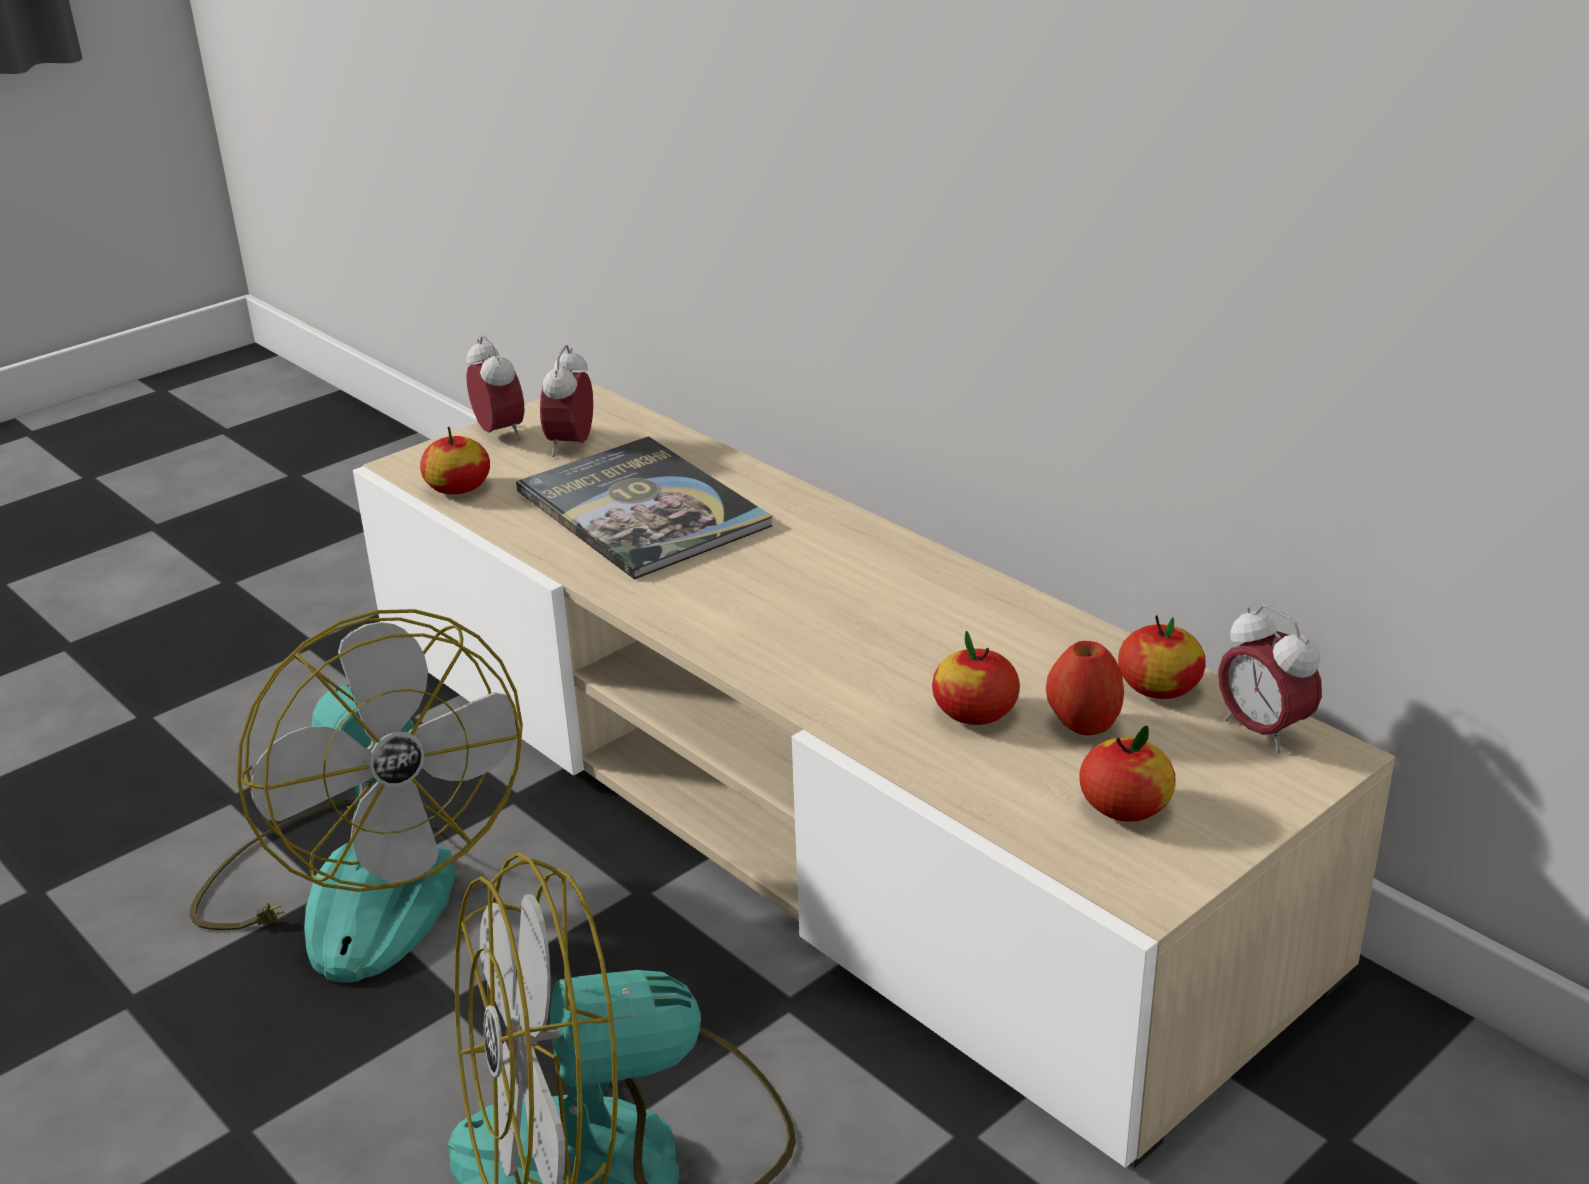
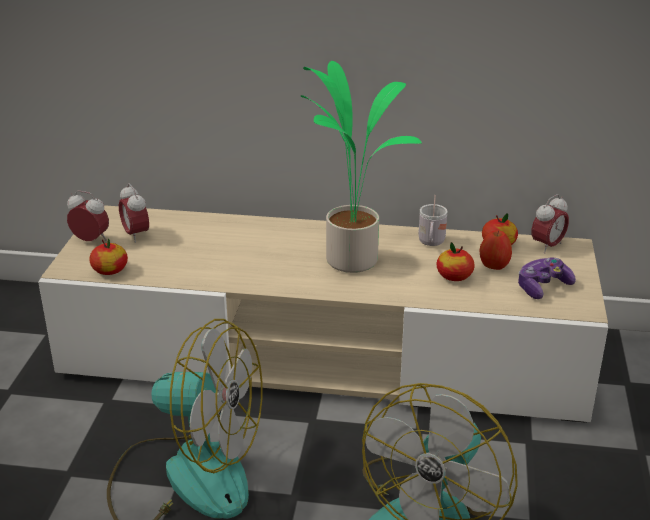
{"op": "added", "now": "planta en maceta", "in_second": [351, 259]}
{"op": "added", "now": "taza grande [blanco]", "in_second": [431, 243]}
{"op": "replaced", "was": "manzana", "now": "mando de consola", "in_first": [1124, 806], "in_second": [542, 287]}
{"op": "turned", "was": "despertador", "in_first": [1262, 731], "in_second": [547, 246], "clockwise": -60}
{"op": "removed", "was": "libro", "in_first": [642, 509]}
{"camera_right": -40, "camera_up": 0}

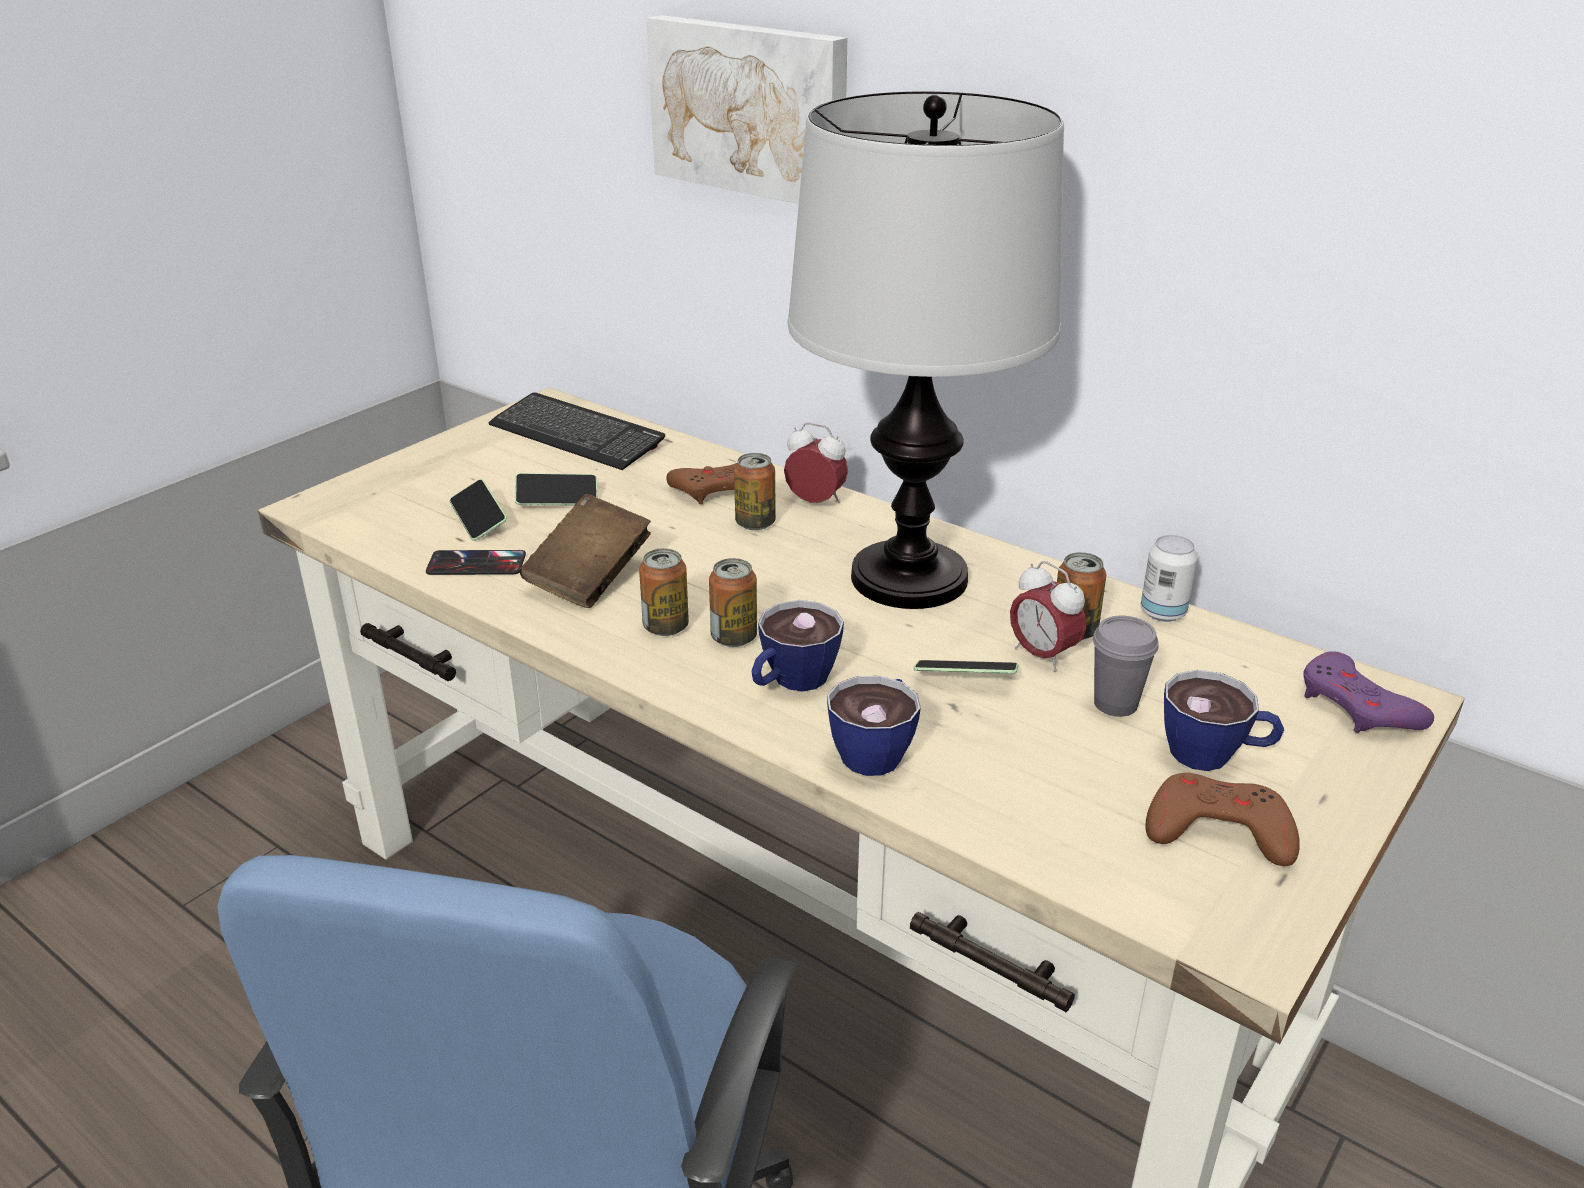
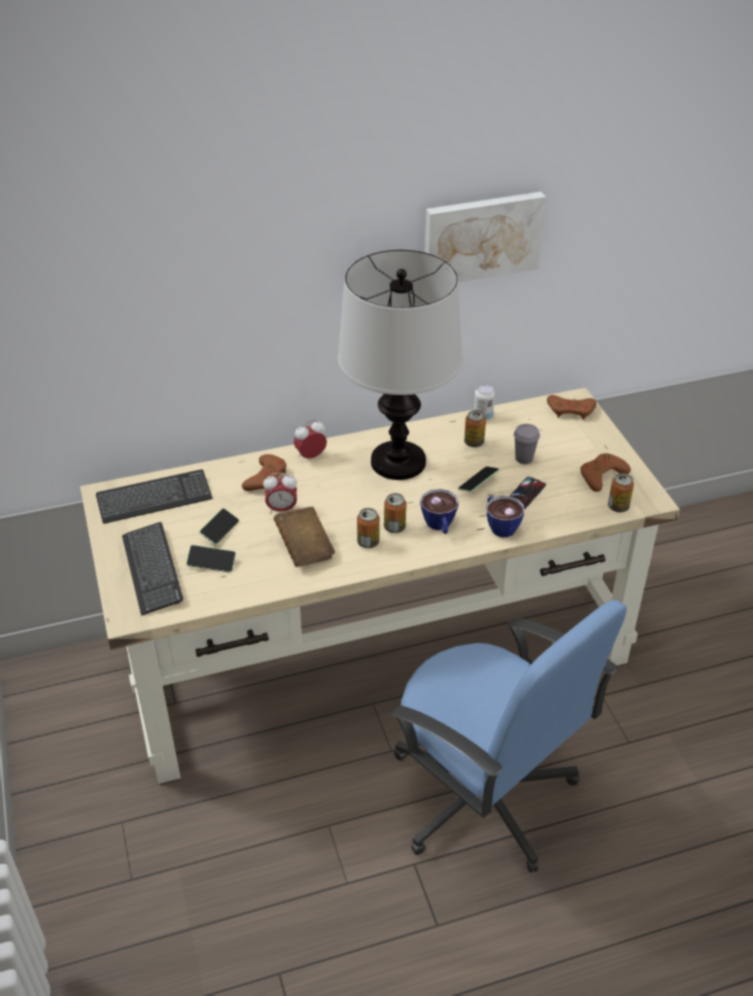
{"op": "added", "now": "teclado", "in_second": [152, 569]}
{"op": "moved", "was": "despertador", "in_first": [1042, 656], "in_second": [282, 509]}
{"op": "moved", "was": "cuadro", "in_first": [751, 108], "in_second": [481, 237]}
{"op": "moved", "was": "móvil", "in_first": [476, 564], "in_second": [526, 493]}
{"op": "recoloured", "was": "mando de consola [morado]", "now": "mando de consola [marrón]", "in_first": [1357, 705], "in_second": [571, 410]}
{"op": "moved", "was": "lata", "in_first": [755, 523], "in_second": [618, 507]}
{"op": "removed", "was": "taza", "in_first": [1214, 755]}
{"camera_right": -55, "camera_up": 10}

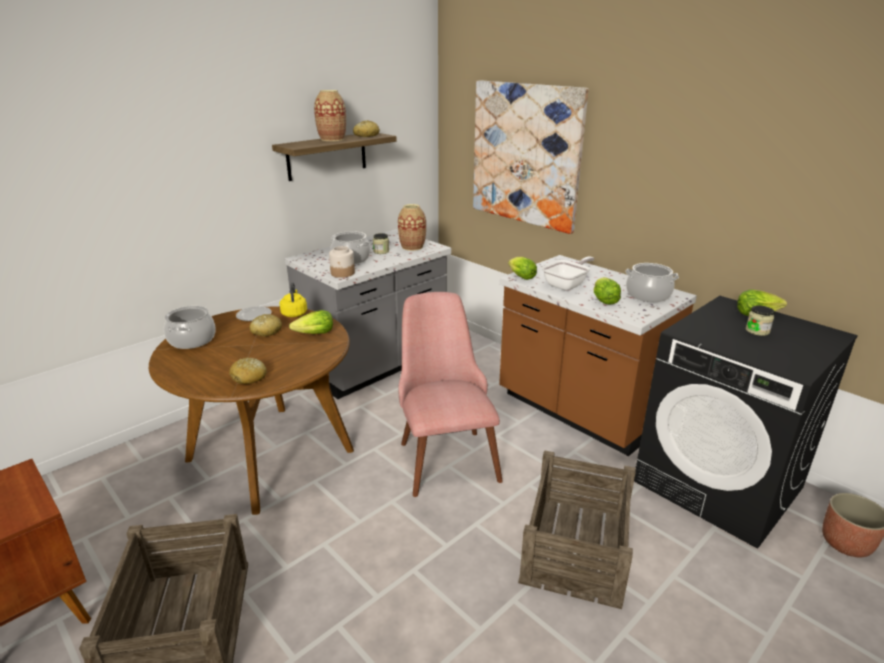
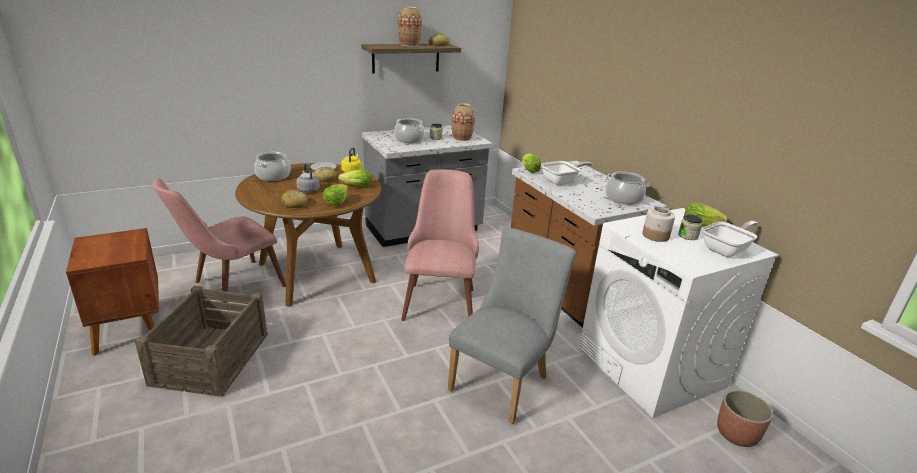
{"op": "added", "now": "silla [rosa]", "in_second": [229, 287]}
{"op": "added", "now": "hervidor [gris]", "in_second": [308, 189]}
{"op": "moved", "was": "lechuga", "in_first": [604, 300], "in_second": [336, 202]}
{"op": "replaced", "was": "caja de embalaje", "now": "silla [gris]", "in_first": [577, 547], "in_second": [503, 380]}
{"op": "recoloured", "was": "lavadora [negro]", "now": "lavadora [blanco]", "in_first": [718, 484], "in_second": [651, 368]}
{"op": "moved", "was": "tarro", "in_first": [343, 273], "in_second": [656, 236]}
{"op": "added", "now": "sartén", "in_second": [727, 250]}
{"op": "removed", "was": "cuadro", "in_first": [525, 155]}
{"camera_right": 15, "camera_up": 0}

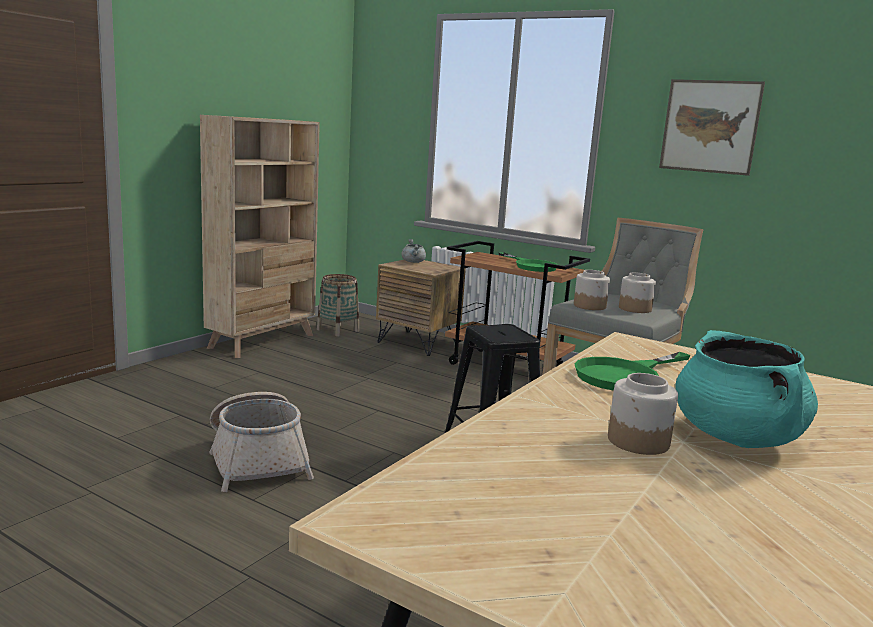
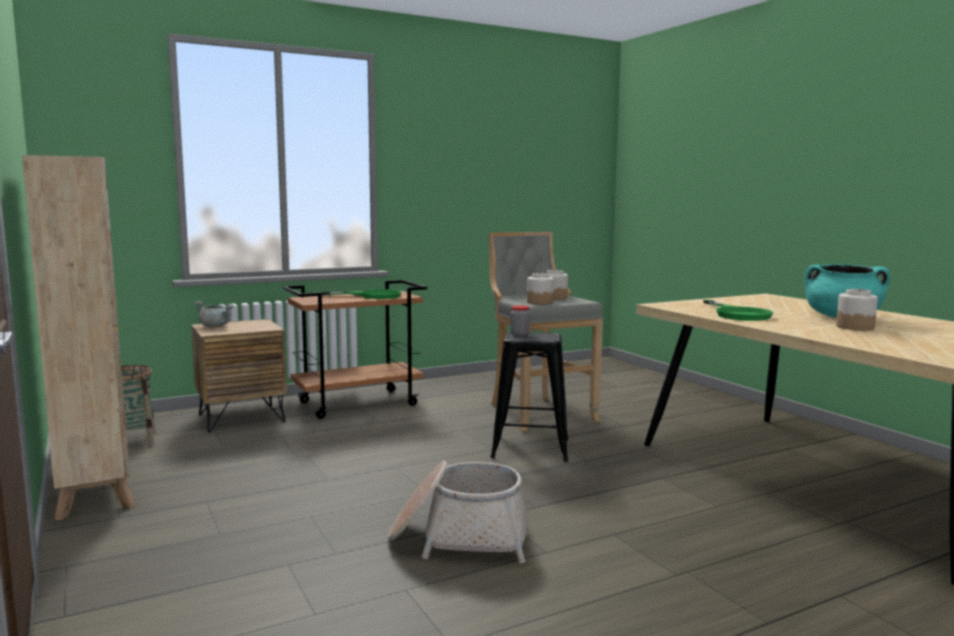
{"op": "added", "now": "tarro", "in_second": [520, 334]}
{"op": "removed", "was": "cuadro", "in_first": [710, 126]}
{"camera_right": -60, "camera_up": -5}

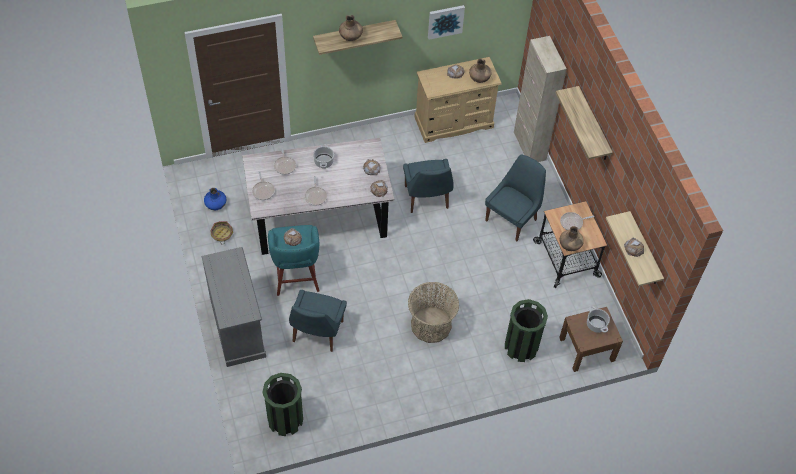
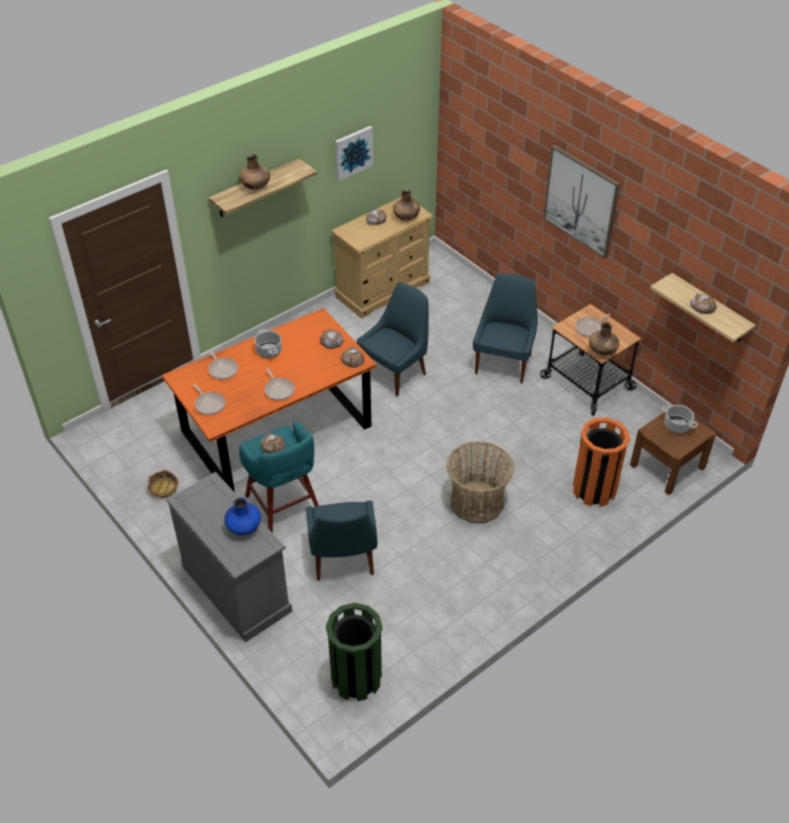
{"op": "recoloured", "was": "mesa de comedor [gris]", "now": "mesa de comedor [naranja]", "in_first": [319, 214], "in_second": [276, 428]}
{"op": "moved", "was": "florero [azul]", "in_first": [216, 205], "in_second": [244, 527]}
{"op": "turned", "was": "silla [azul]", "in_first": [426, 199], "in_second": [395, 372], "clockwise": -105}
{"op": "replaced", "was": "estante", "now": "cuadro", "in_first": [593, 125], "in_second": [581, 201]}
{"op": "recoloured", "was": "papelera [verde]", "now": "papelera [naranja]", "in_first": [521, 347], "in_second": [594, 490]}
{"op": "removed", "was": "armario [beis]", "in_first": [529, 146]}
{"camera_right": -20, "camera_up": -10}

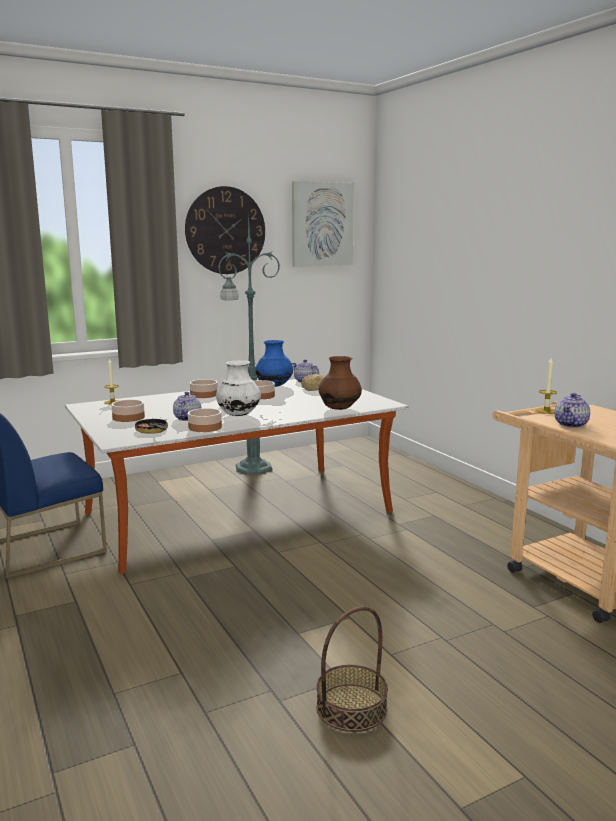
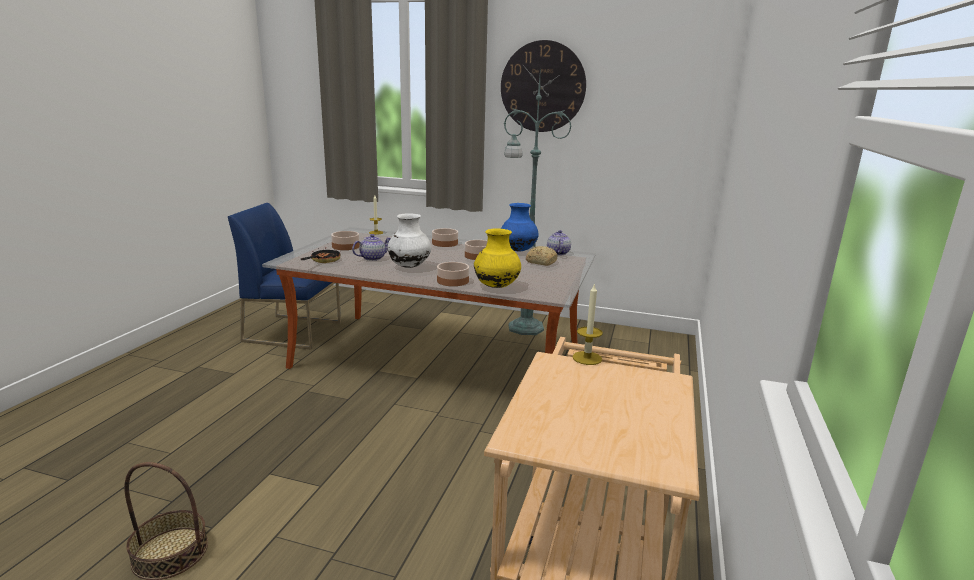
{"op": "moved", "was": "cuenco", "in_first": [205, 427], "in_second": [452, 281]}
{"op": "recoloured", "was": "florero [marrón]", "now": "florero [amarillo]", "in_first": [339, 409], "in_second": [496, 286]}
{"op": "removed", "was": "cuadro", "in_first": [322, 224]}
{"op": "removed", "was": "tetera", "in_first": [571, 425]}
{"camera_right": 45, "camera_up": 5}

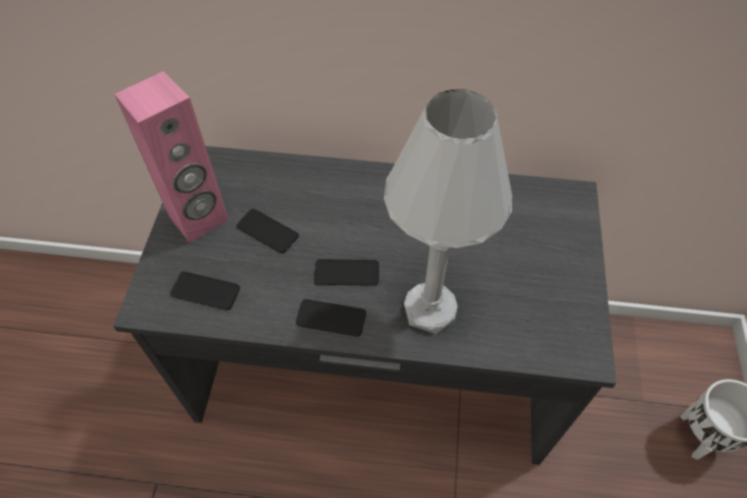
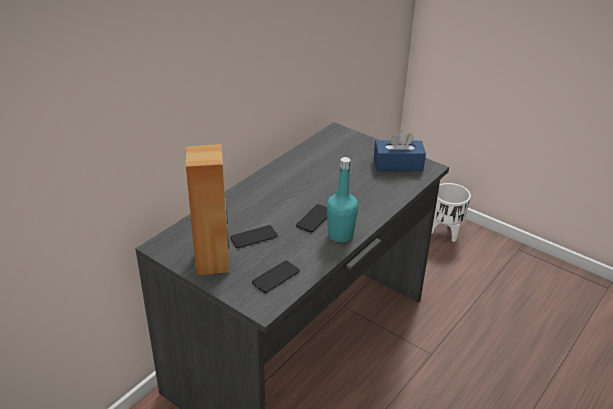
{"op": "recoloured", "was": "altavoz [rosa]", "now": "altavoz [marrón]", "in_first": [199, 219], "in_second": [213, 262]}
{"op": "replaced", "was": "móvil", "now": "botella [turquesa]", "in_first": [331, 318], "in_second": [340, 235]}
{"op": "added", "now": "caja de pañuelos [azul]", "in_second": [398, 164]}
{"op": "removed", "was": "lámpara de mesa [blanco]", "in_first": [429, 310]}
{"camera_right": -60, "camera_up": -20}

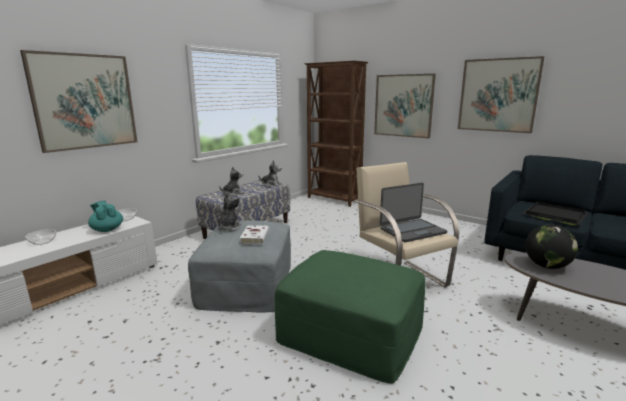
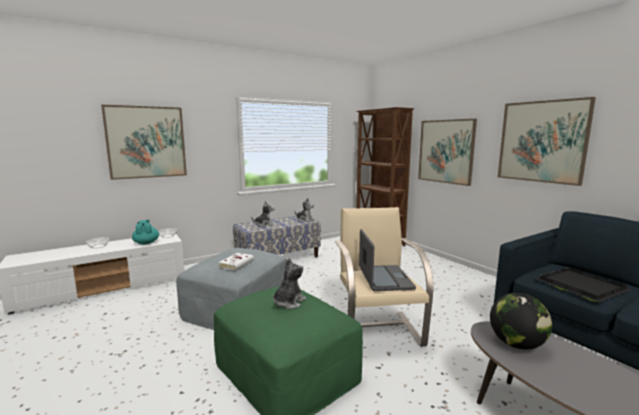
{"op": "moved", "was": "peluche", "in_first": [229, 228], "in_second": [288, 302]}
{"op": "turned", "was": "portátil", "in_first": [412, 231], "in_second": [384, 279], "clockwise": -90}
{"camera_right": 20, "camera_up": -5}

